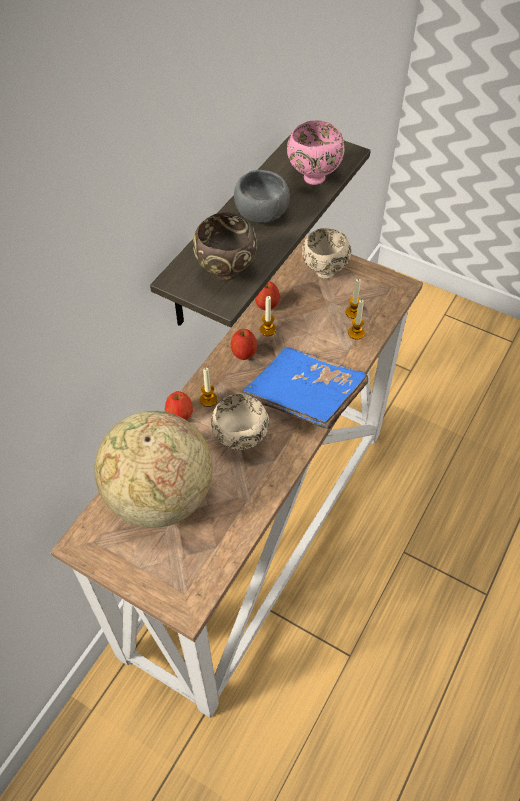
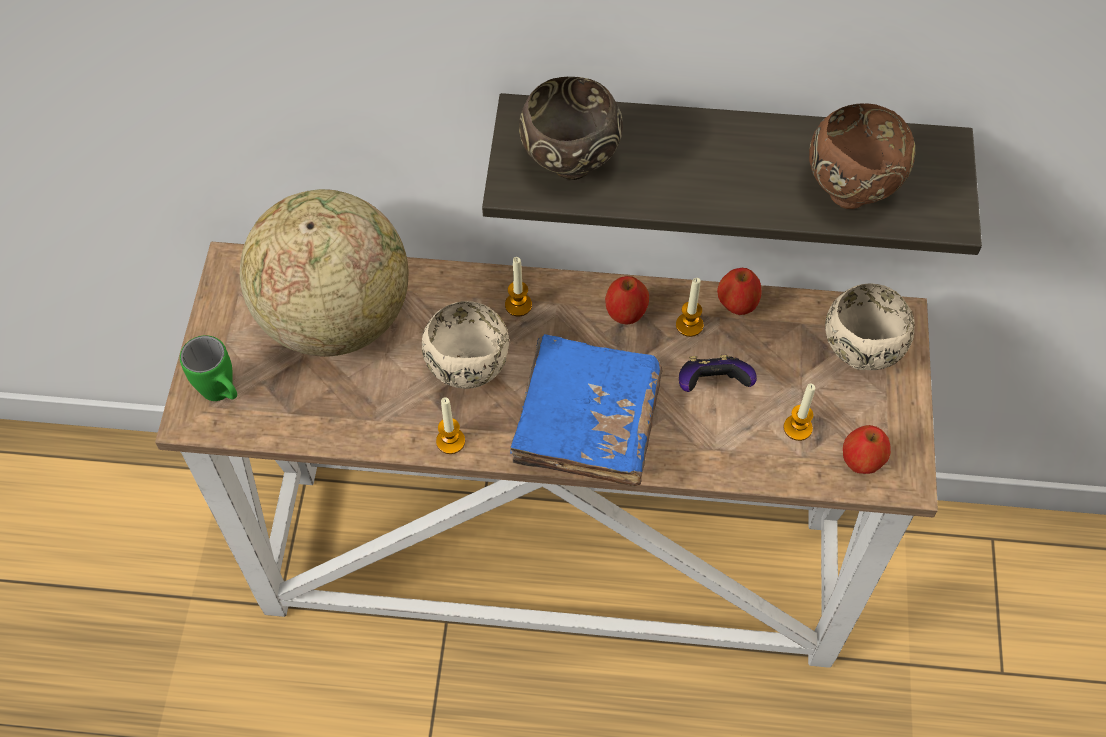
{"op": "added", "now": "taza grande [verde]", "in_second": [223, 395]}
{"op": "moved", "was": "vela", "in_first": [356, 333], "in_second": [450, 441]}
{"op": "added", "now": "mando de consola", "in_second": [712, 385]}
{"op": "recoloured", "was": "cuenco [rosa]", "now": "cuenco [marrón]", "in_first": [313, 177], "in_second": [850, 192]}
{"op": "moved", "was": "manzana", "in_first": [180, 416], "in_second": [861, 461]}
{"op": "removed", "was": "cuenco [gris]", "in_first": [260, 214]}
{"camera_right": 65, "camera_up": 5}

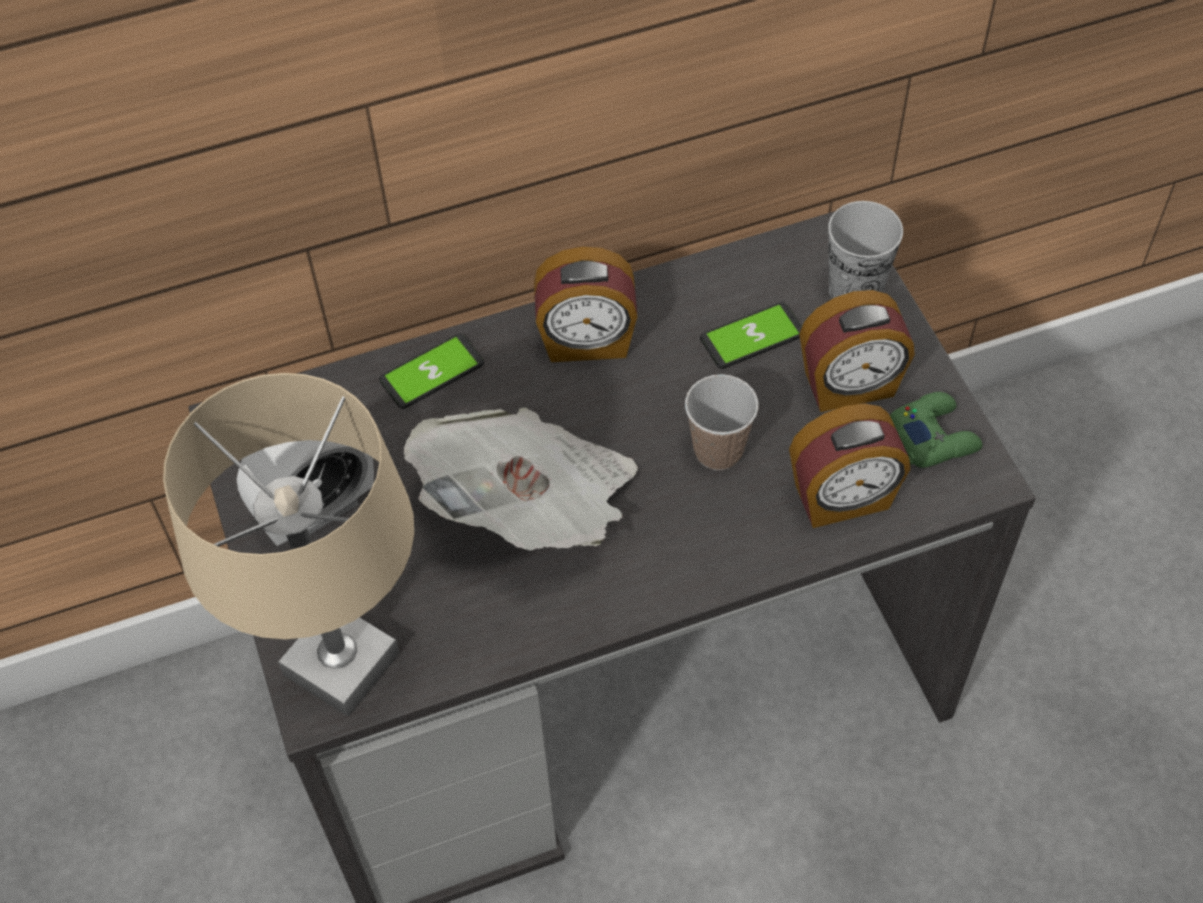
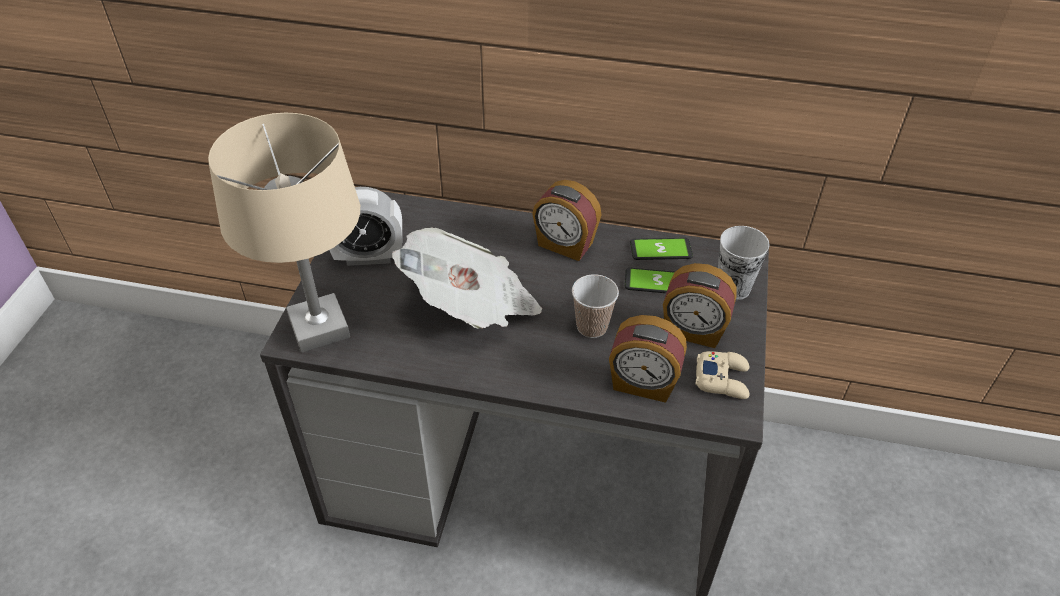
{"op": "moved", "was": "móvil", "in_first": [432, 372], "in_second": [661, 250]}
{"op": "recoloured", "was": "mando de consola [verde]", "now": "mando de consola [beis]", "in_first": [933, 436], "in_second": [722, 379]}
{"camera_right": 30, "camera_up": -10}

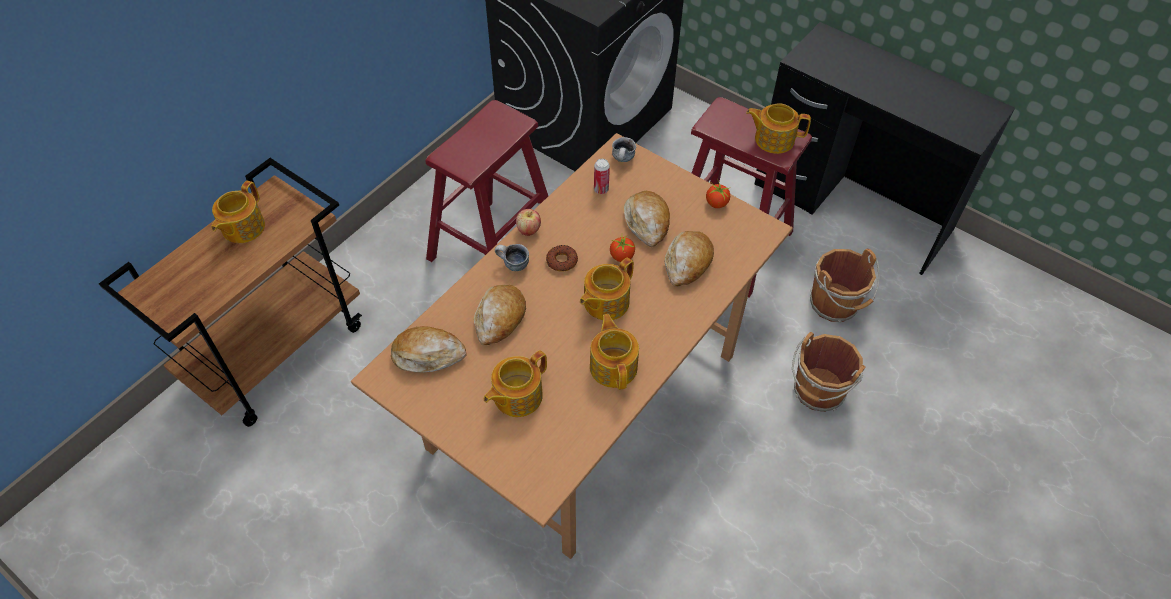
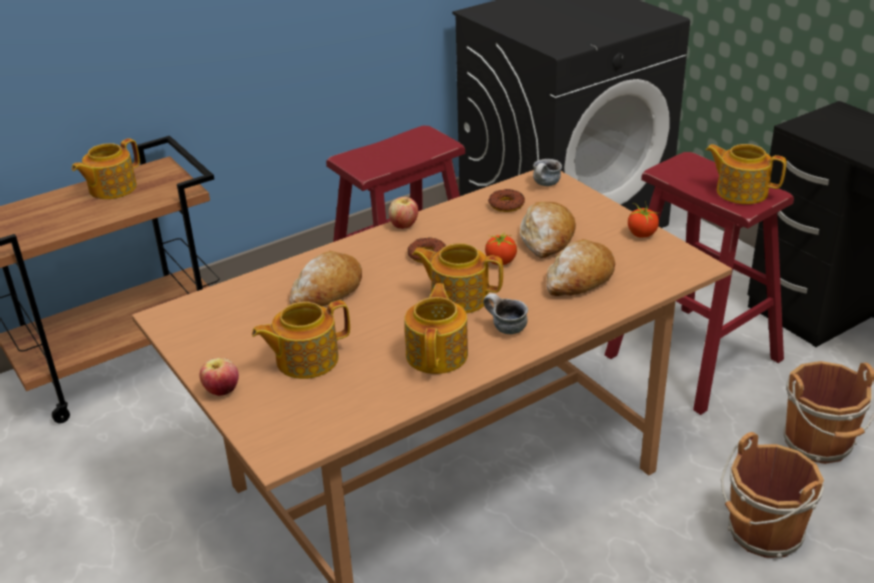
{"op": "added", "now": "manzana", "in_second": [222, 391]}
{"op": "turned", "was": "tetera", "in_first": [605, 302], "in_second": [458, 297], "clockwise": 45}
{"op": "moved", "was": "taza grande", "in_first": [512, 265], "in_second": [504, 328]}
{"op": "replaced", "was": "lata", "now": "rosquilla", "in_first": [601, 189], "in_second": [506, 205]}
{"op": "removed", "was": "pan", "in_first": [428, 354]}
{"camera_right": 20, "camera_up": -20}

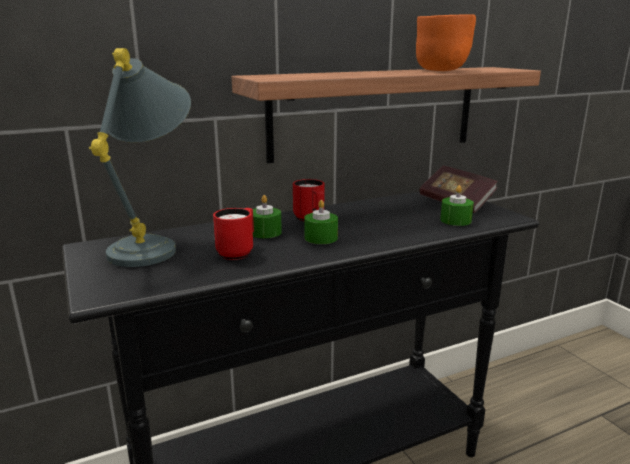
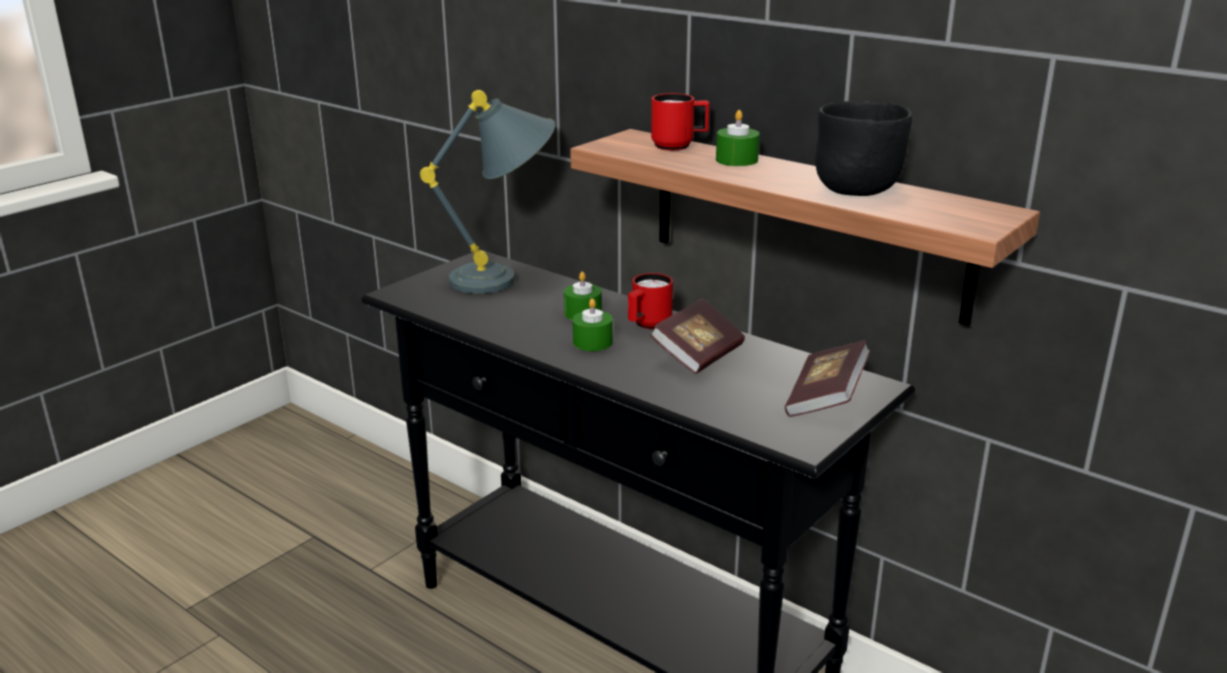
{"op": "added", "now": "libro", "in_second": [698, 355]}
{"op": "moved", "was": "taza grande [rojo]", "in_first": [238, 252], "in_second": [679, 146]}
{"op": "moved", "was": "vela [verde]", "in_first": [455, 220], "in_second": [736, 160]}
{"op": "recoloured", "was": "cuenco [naranja]", "now": "cuenco [negro]", "in_first": [442, 70], "in_second": [859, 191]}
{"camera_right": 65, "camera_up": 5}

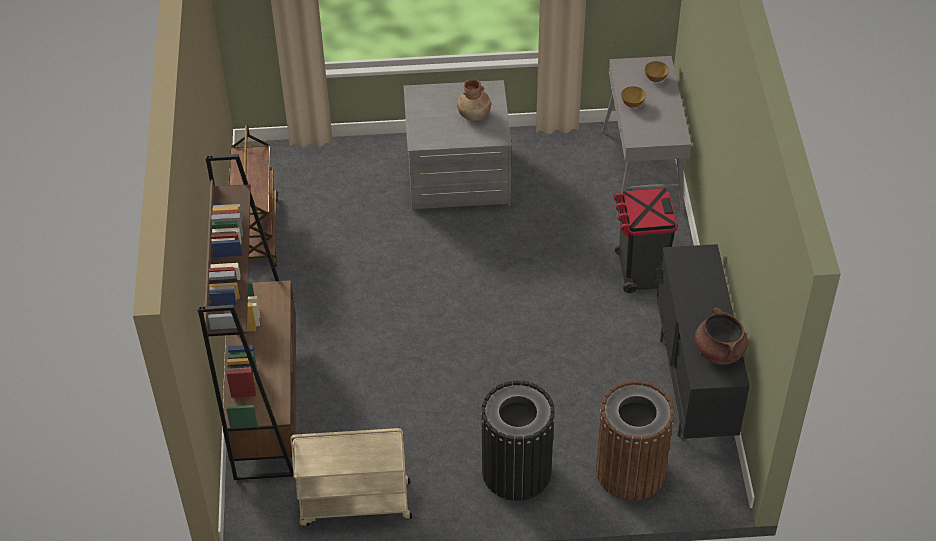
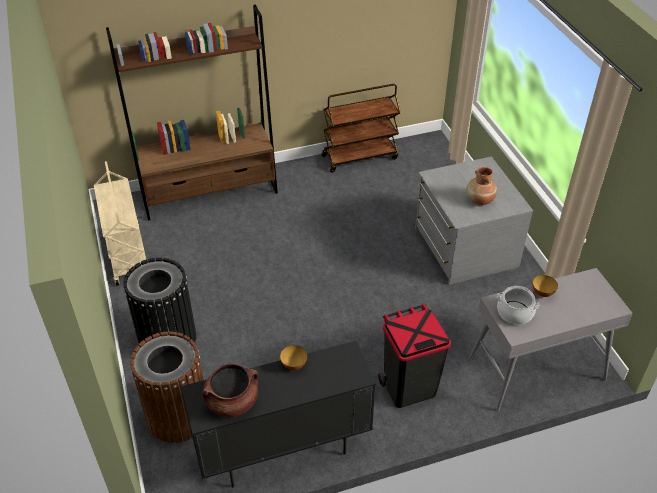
{"op": "moved", "was": "cuenco", "in_first": [655, 79], "in_second": [294, 365]}
{"op": "added", "now": "olla", "in_second": [515, 312]}
{"camera_right": 75, "camera_up": -5}

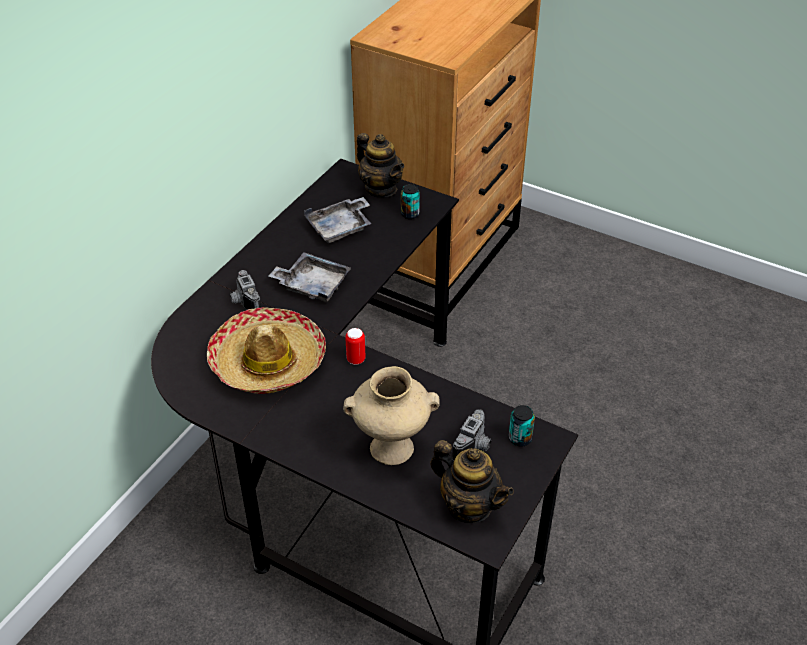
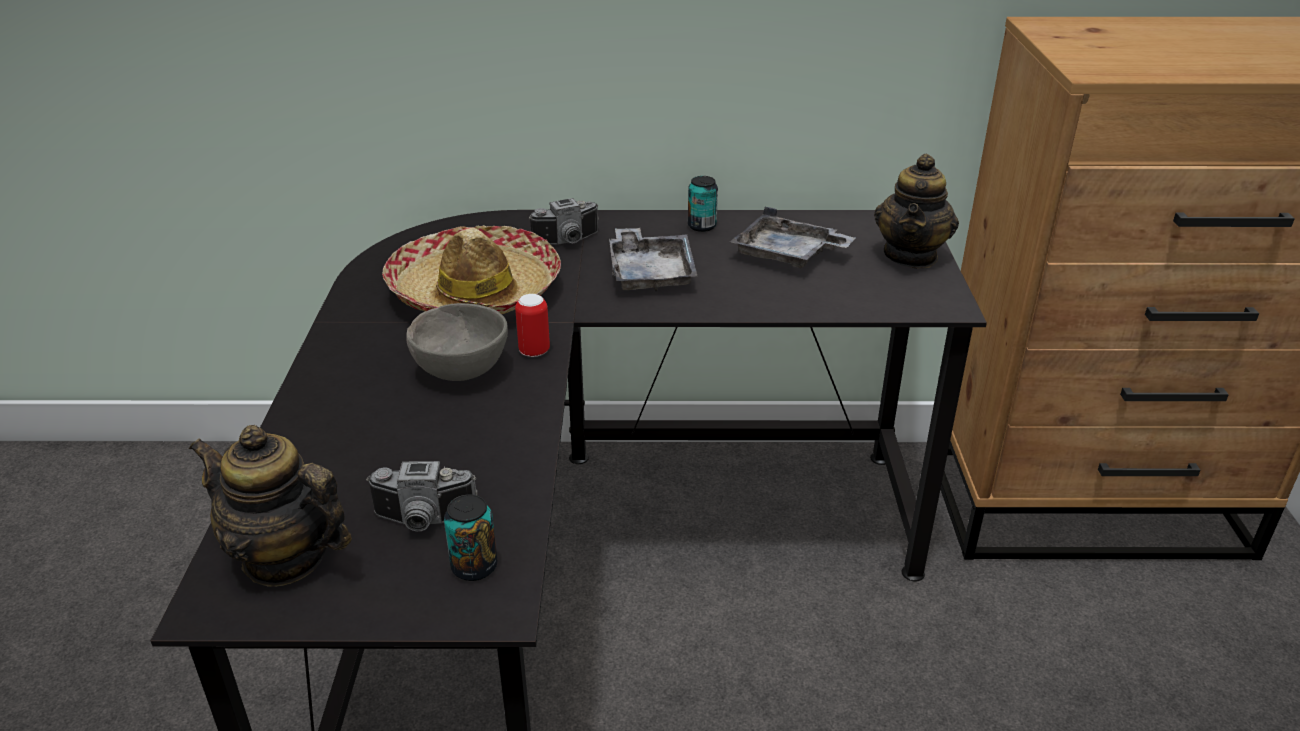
{"op": "turned", "was": "tetera", "in_first": [469, 505], "in_second": [285, 558], "clockwise": 105}
{"op": "added", "now": "cuenco [gris]", "in_second": [461, 370]}
{"op": "turned", "was": "cámara", "in_first": [244, 302], "in_second": [568, 242], "clockwise": -150}
{"op": "moved", "was": "lata", "in_first": [410, 214], "in_second": [702, 226]}
{"op": "removed", "was": "florero [beis]", "in_first": [390, 449]}
{"camera_right": 60, "camera_up": -10}

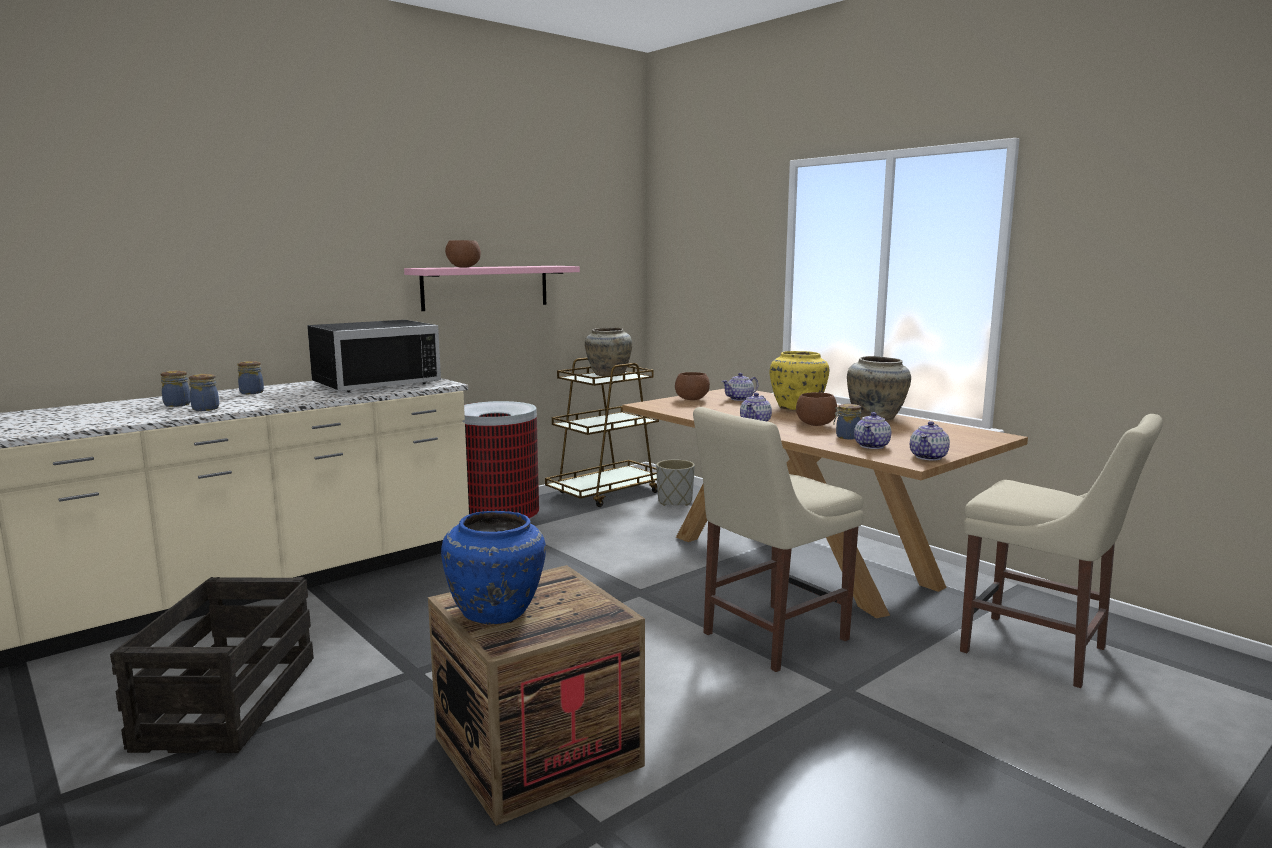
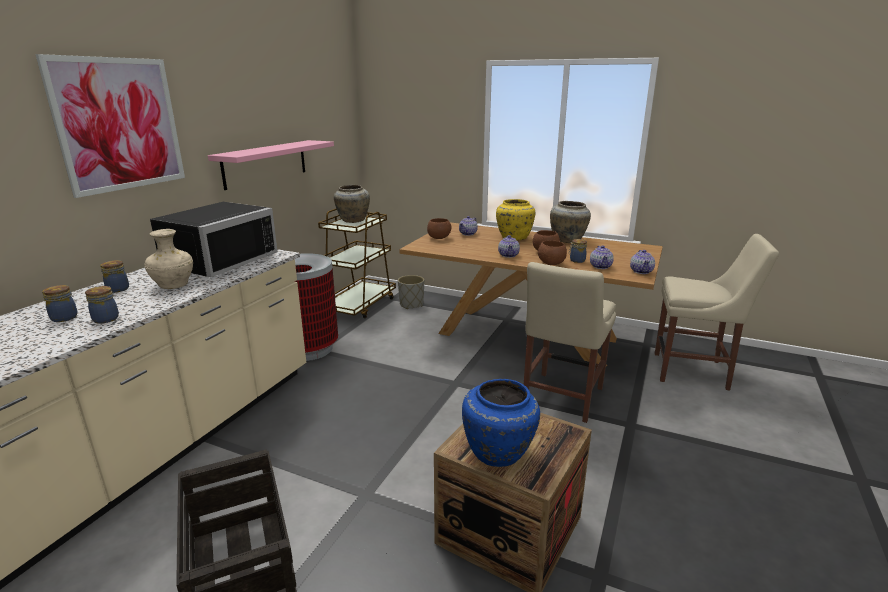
{"op": "added", "now": "cuadro", "in_second": [119, 124]}
{"op": "added", "now": "florero [beis]", "in_second": [174, 286]}
{"op": "moved", "was": "cuenco [marrón]", "in_first": [463, 267], "in_second": [551, 264]}
{"camera_right": -25, "camera_up": 10}

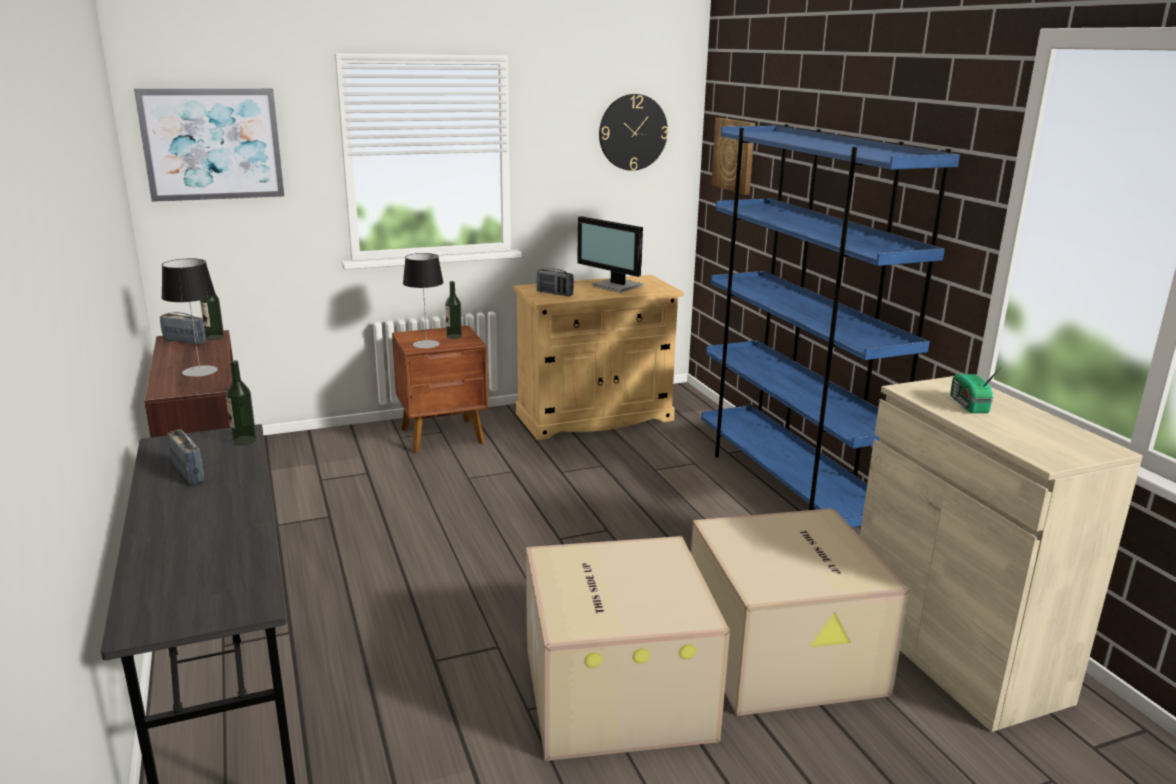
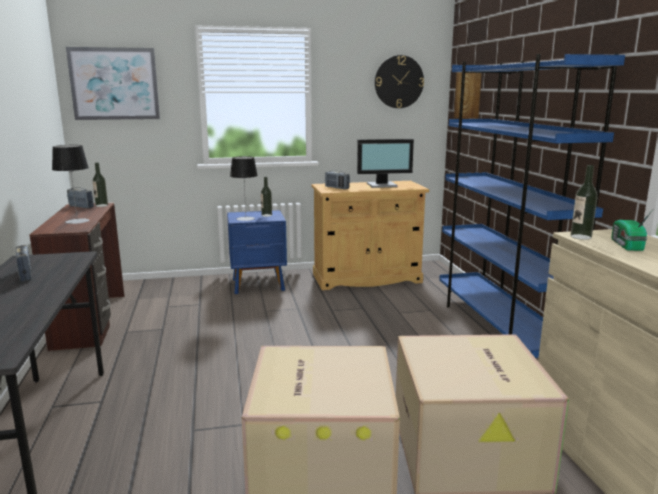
{"op": "recoloured", "was": "mesita de noche [marrón]", "now": "mesita de noche [azul]", "in_first": [444, 436], "in_second": [259, 285]}
{"op": "turned", "was": "monitor", "in_first": [616, 286], "in_second": [382, 185], "clockwise": -60}
{"op": "moved", "was": "botella", "in_first": [244, 440], "in_second": [580, 237]}
{"camera_right": 10, "camera_up": -5}

